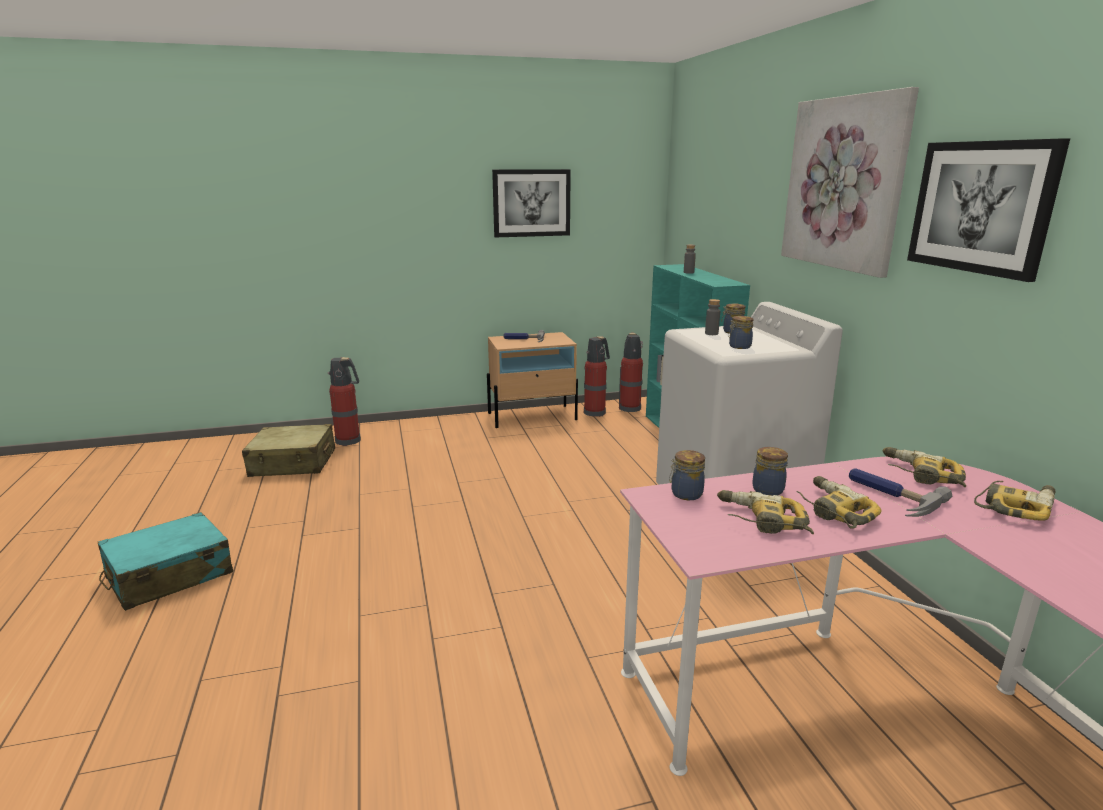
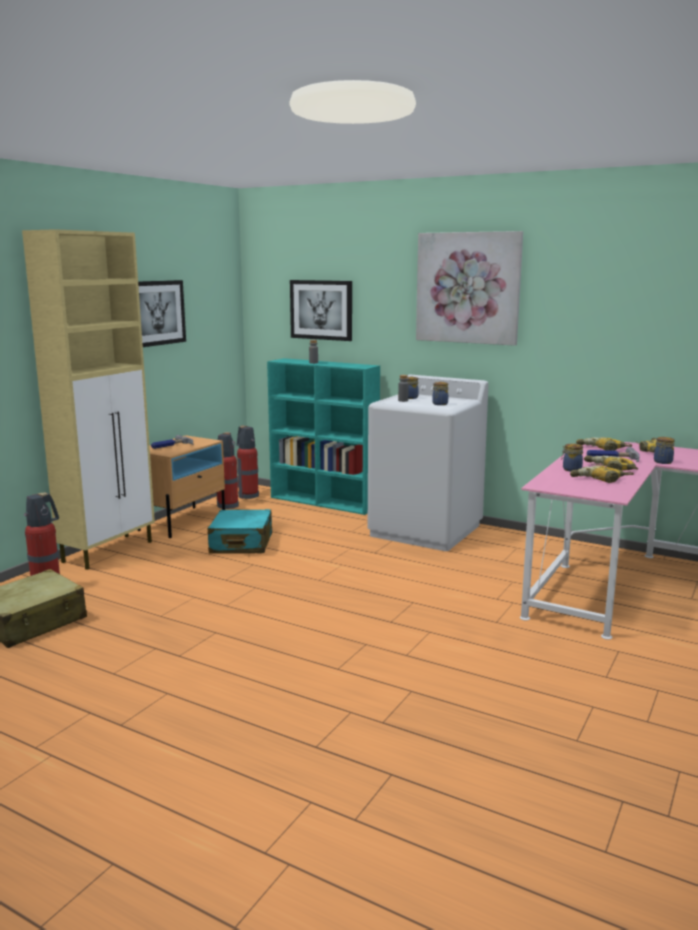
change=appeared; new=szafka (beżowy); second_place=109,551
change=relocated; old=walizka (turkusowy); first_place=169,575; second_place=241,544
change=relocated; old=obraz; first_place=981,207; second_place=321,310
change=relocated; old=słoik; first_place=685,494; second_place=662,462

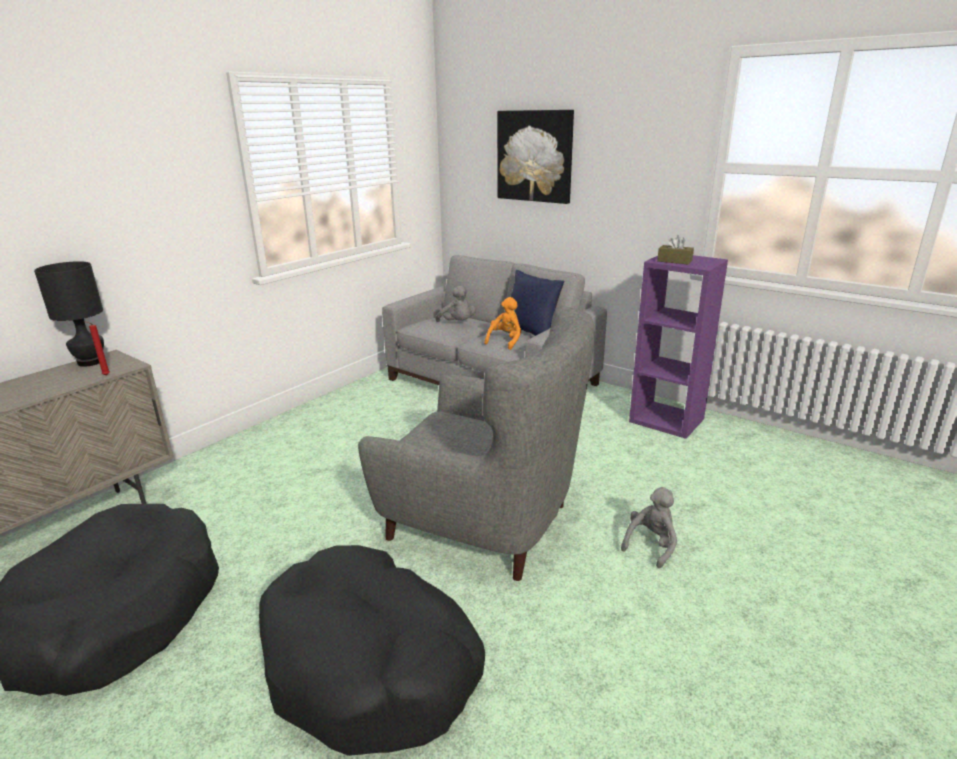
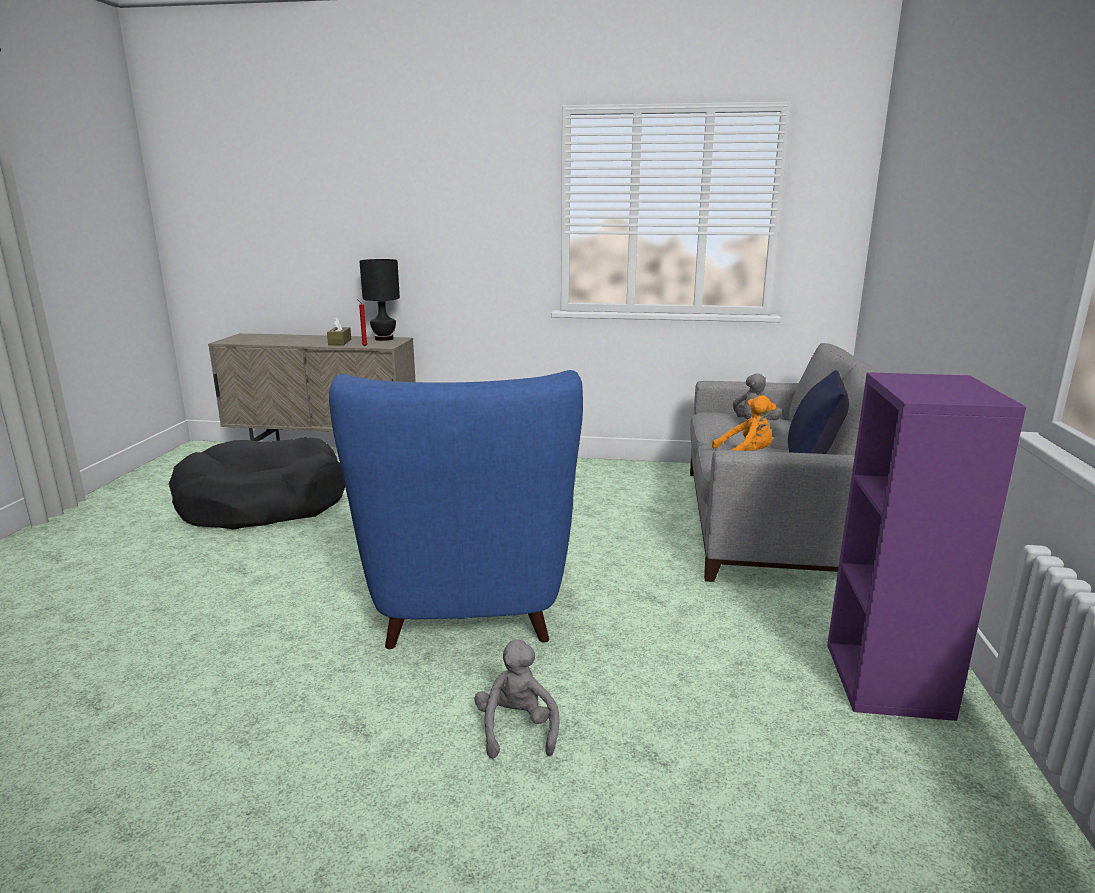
change=relocated; old=pudełko chusteczek (brązowy); first_place=674,261; second_place=340,342
change=colour; old=fotel (szary); new=fotel (niebieski); first_place=484,523; second_place=469,602
change=spun; old=pluszak (szary); first_place=651,545; second_place=517,729; degrees=-105
change=missing; old=legowisko (czarny); first_place=370,664
change=missing; old=obraz; first_place=535,156

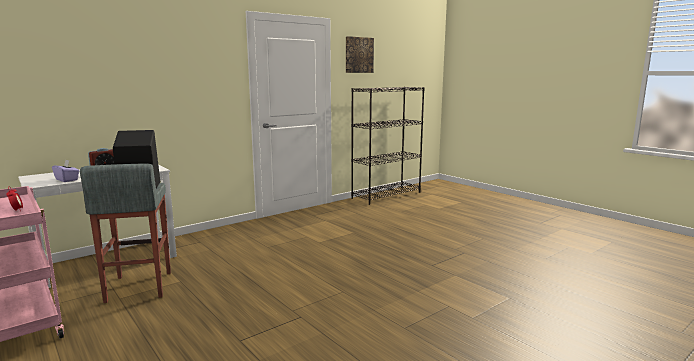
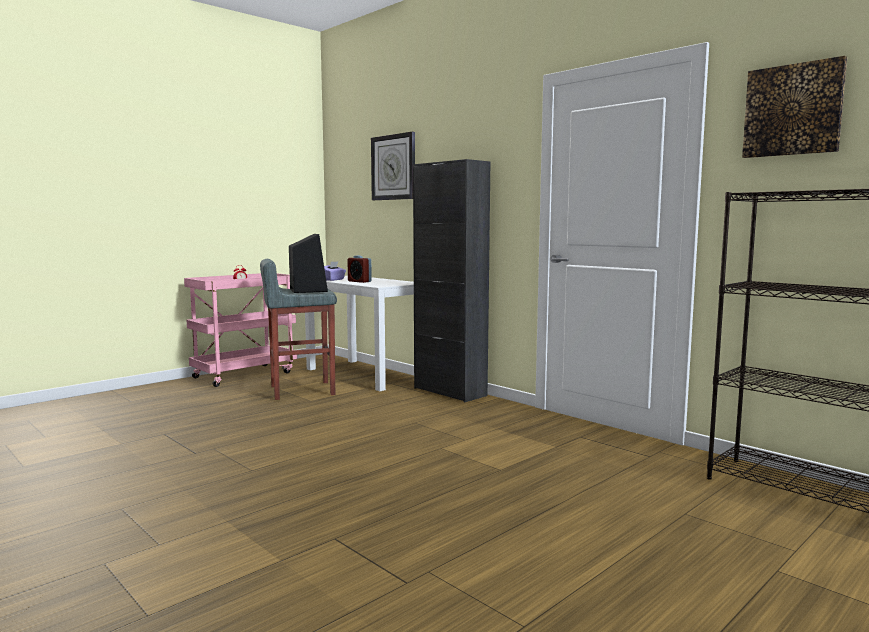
change=appeared; new=zegar ścienny; second_place=393,167
change=appeared; new=szafka (czarny); second_place=449,392

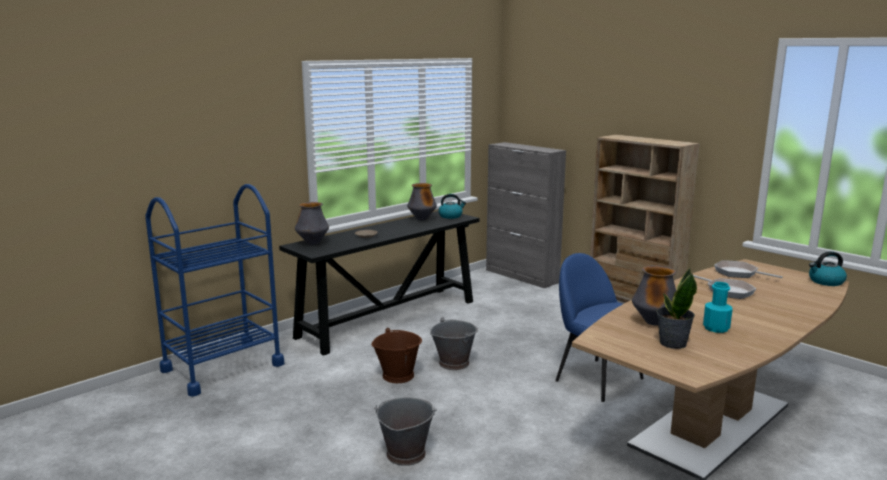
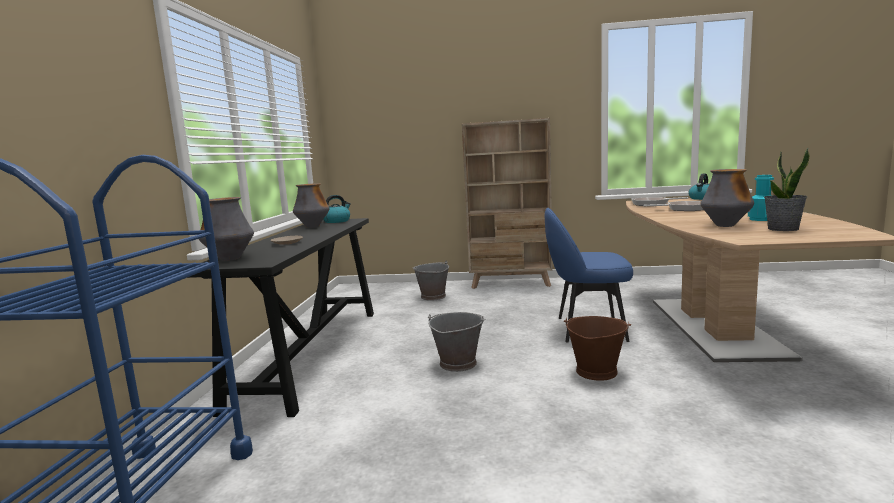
change=relocated; old=wiadro (szary); first_place=405,454; second_place=433,297
change=relocated; old=wiadro (brązowy); first_place=398,375; second_place=595,371
change=missing; old=szafka (szary); first_place=522,276

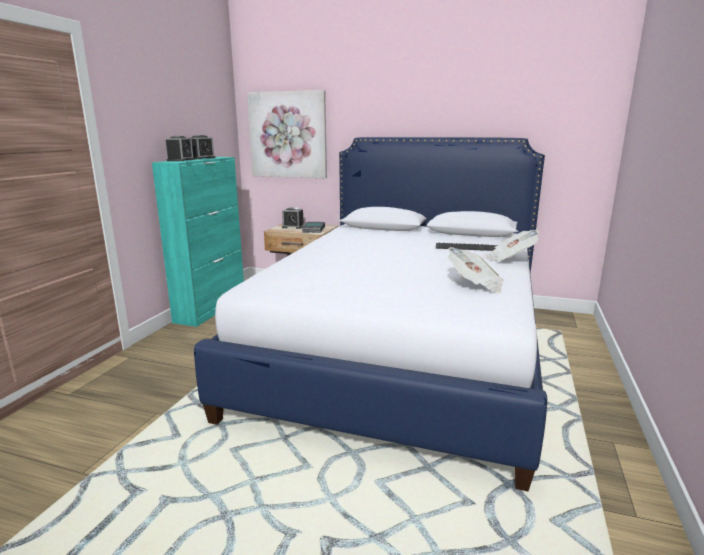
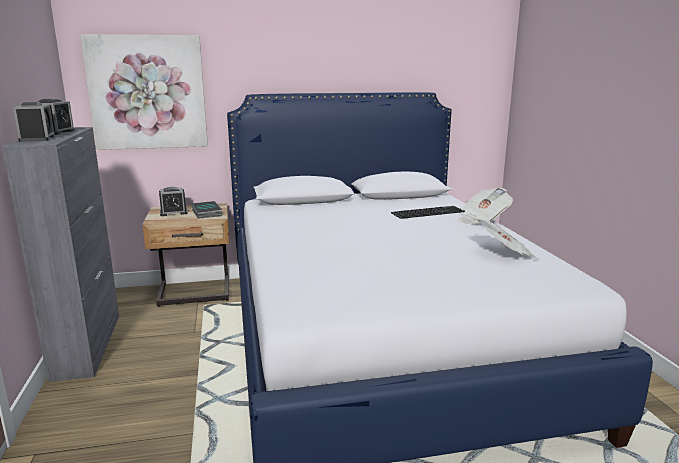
change=colour; old=szafka (turkusowy); new=szafka (szary); first_place=211,308; second_place=88,345

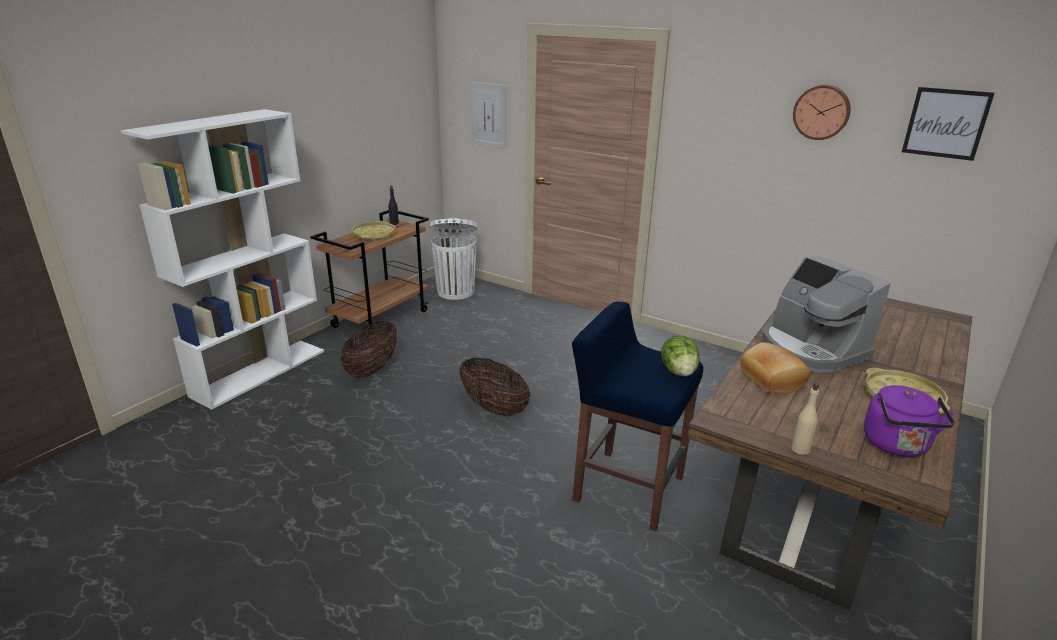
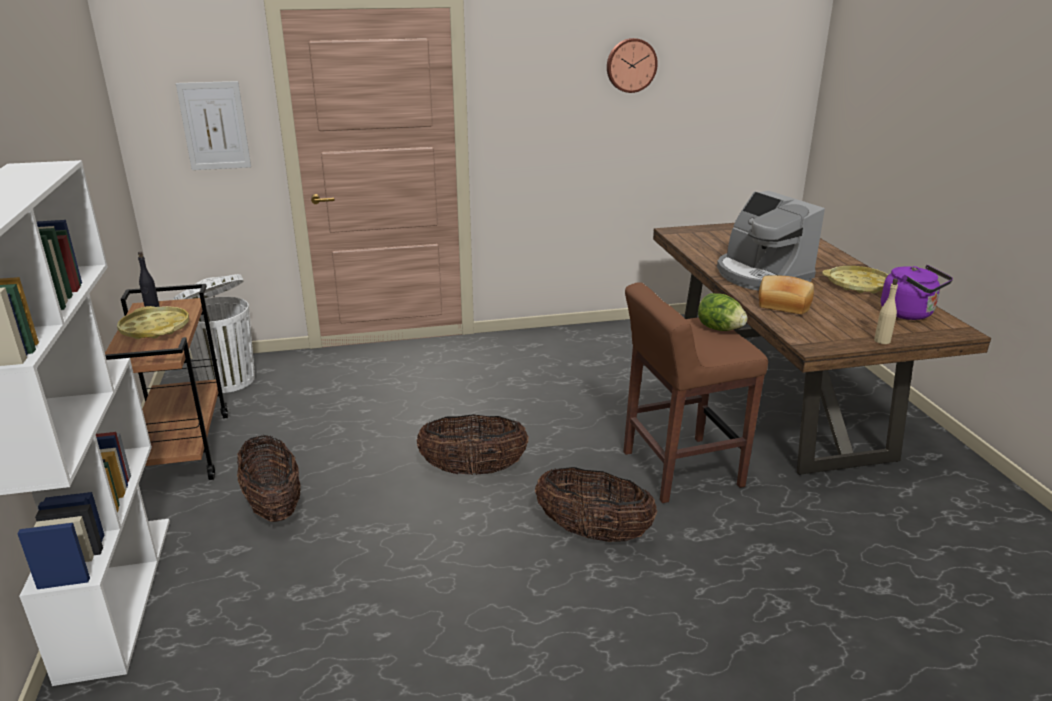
change=appeared; new=koszyk; second_place=593,532
change=colour; old=stołek (niebieski); new=stołek (brązowy); first_place=626,488; second_place=679,469
change=spun; old=ekspres do kawy; first_place=811,349; second_place=761,275; degrees=45
change=missing; old=obraz; first_place=946,123

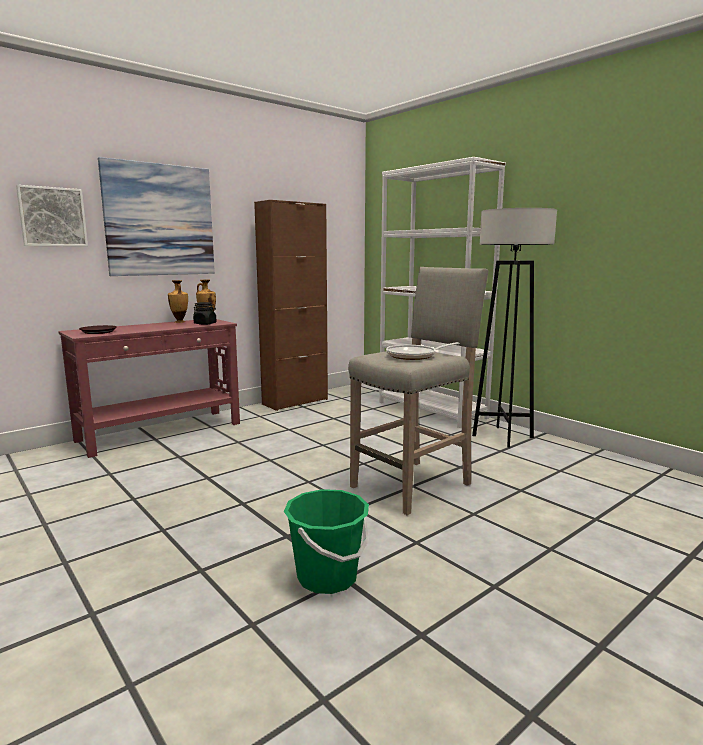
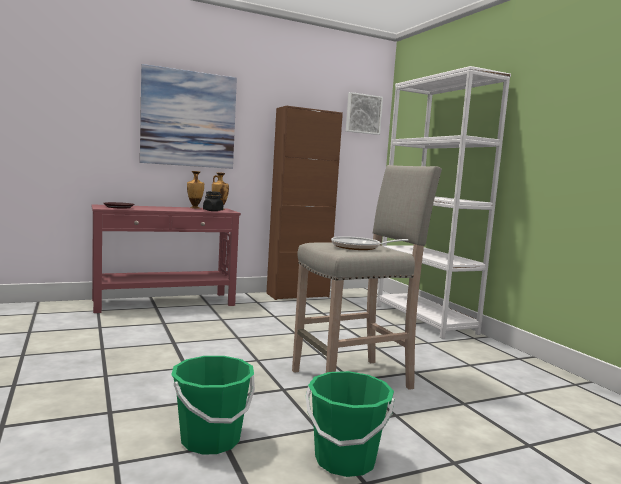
change=appeared; new=wiadro (zielony); second_place=345,460
change=relocated; old=obraz; first_place=52,217; second_place=363,114
change=missing; old=lampa stojąca (czarny); first_place=502,436

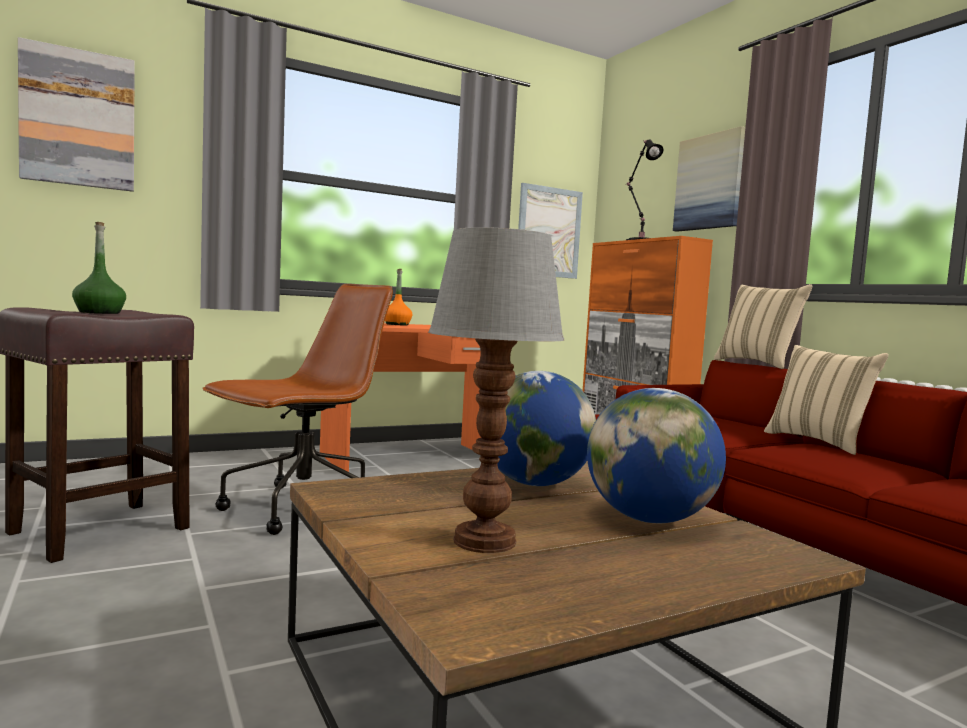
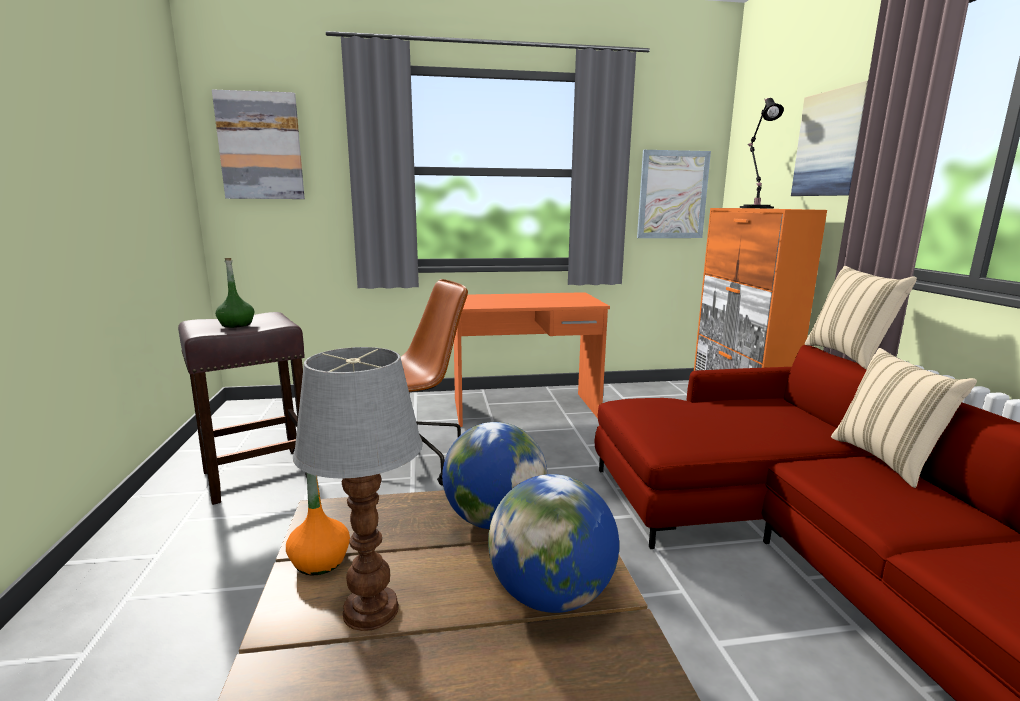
change=relocated; old=butelka (pomarańczowy); first_place=397,324; second_place=319,561

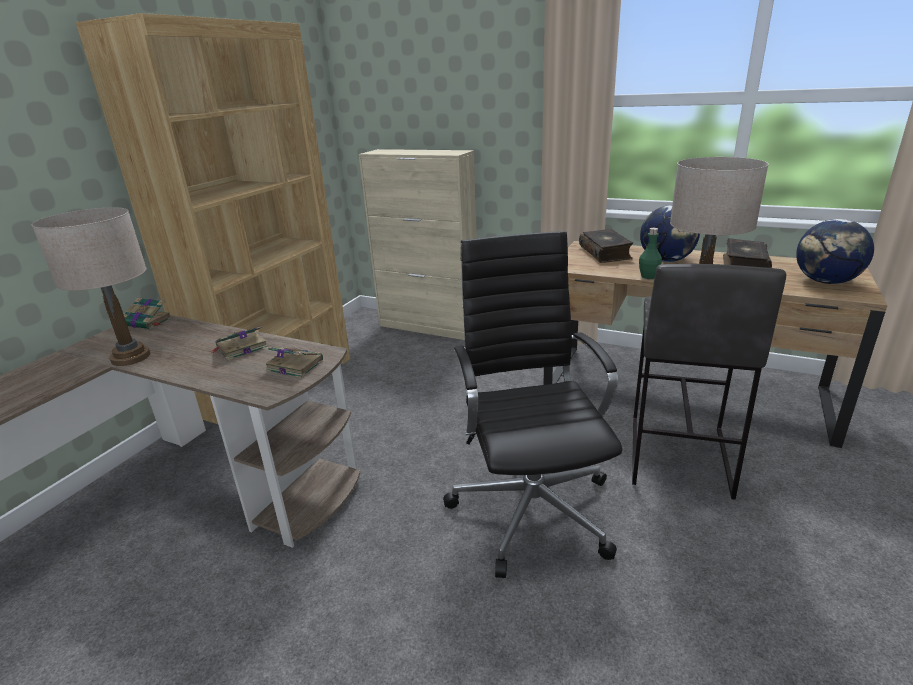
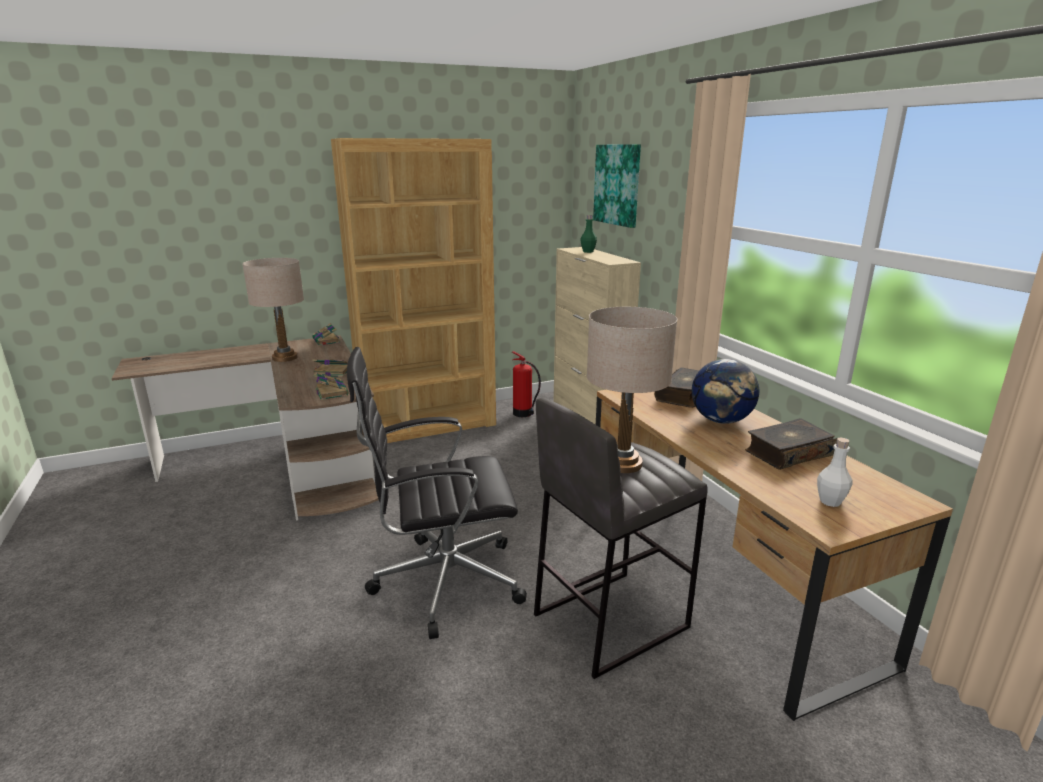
change=spun; old=krzesło biurowe (czarny); first_place=532,506; second_place=443,581; degrees=-135
change=appeared; new=gaśnica; second_place=523,414
change=relocated; old=butelka (zielony); first_place=648,276; second_place=588,251
change=appeared; new=obraz; second_place=617,185
change=exchanged; old=globus; new=butelka (biały); first_place=826,282; second_place=830,501

